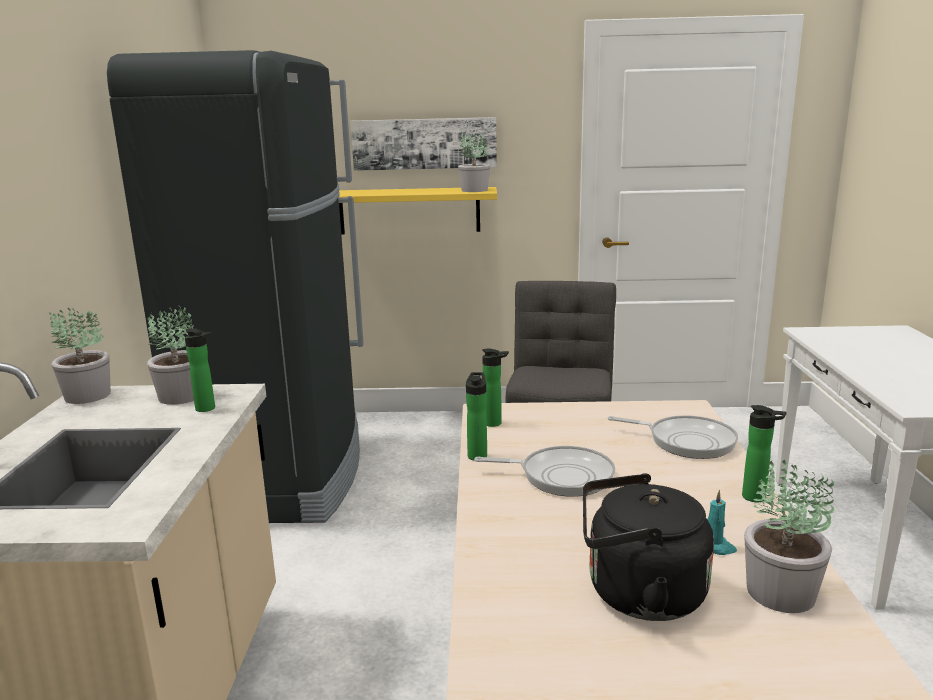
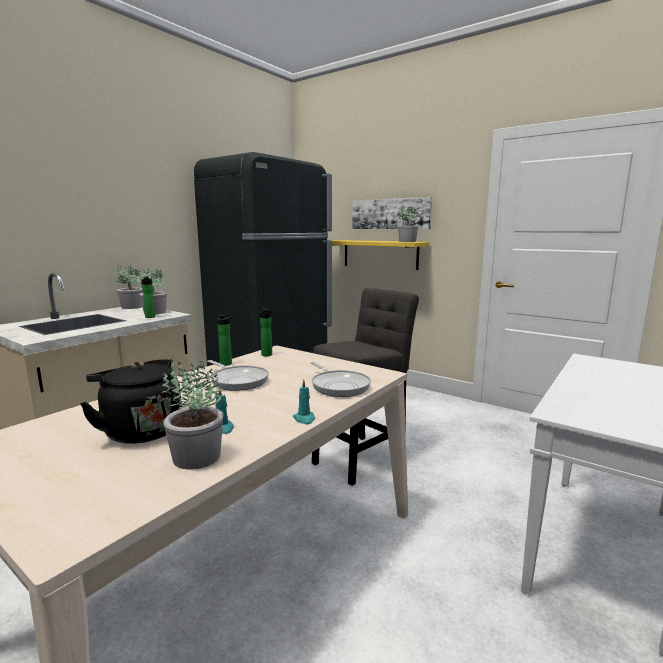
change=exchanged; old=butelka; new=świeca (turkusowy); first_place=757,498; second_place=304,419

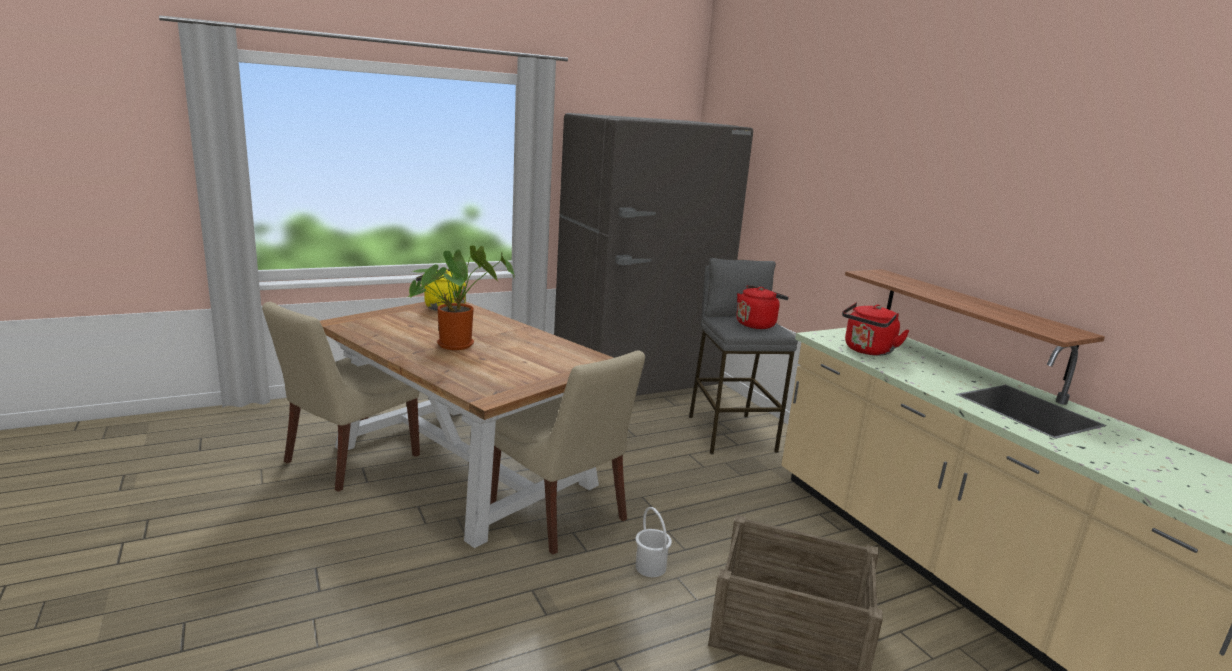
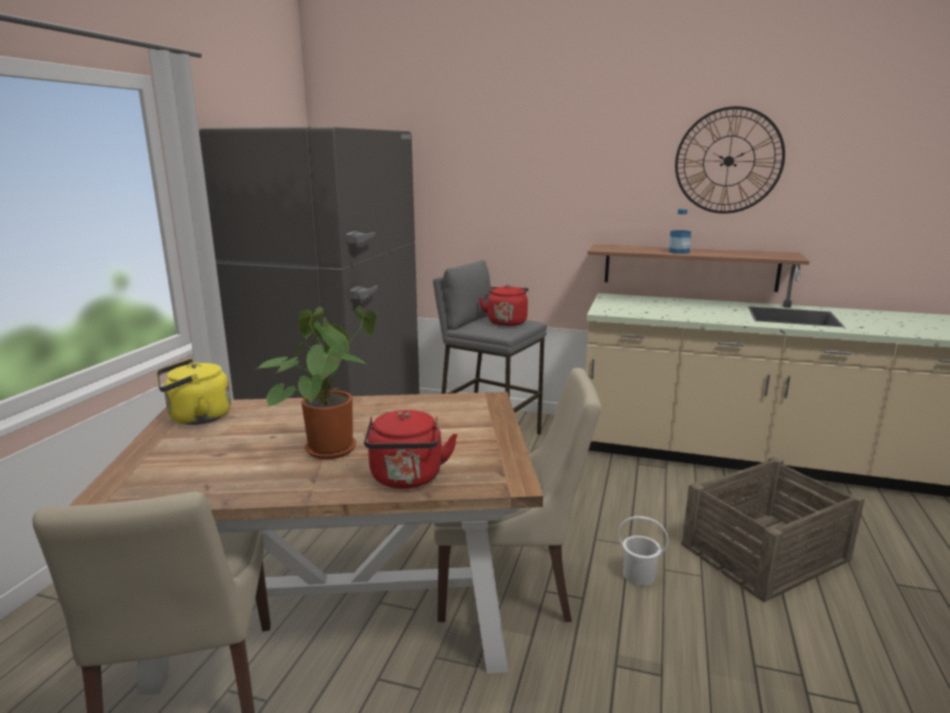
change=relocated; old=czajnik (czerwony); first_place=867,351; second_place=407,479
change=appeared; new=butelka; second_place=679,252
change=appeared; new=zegar ścienny; second_place=728,161

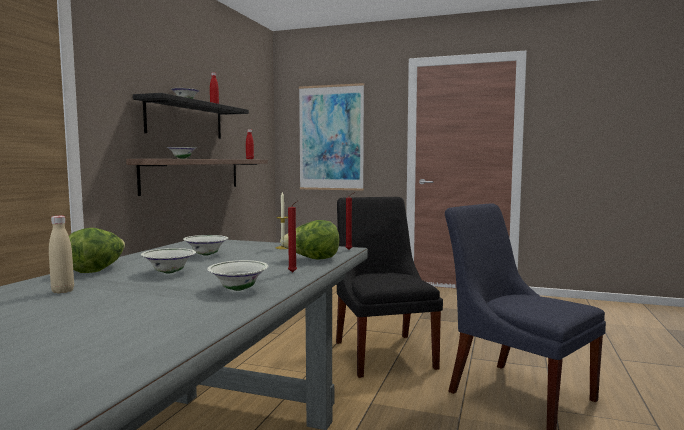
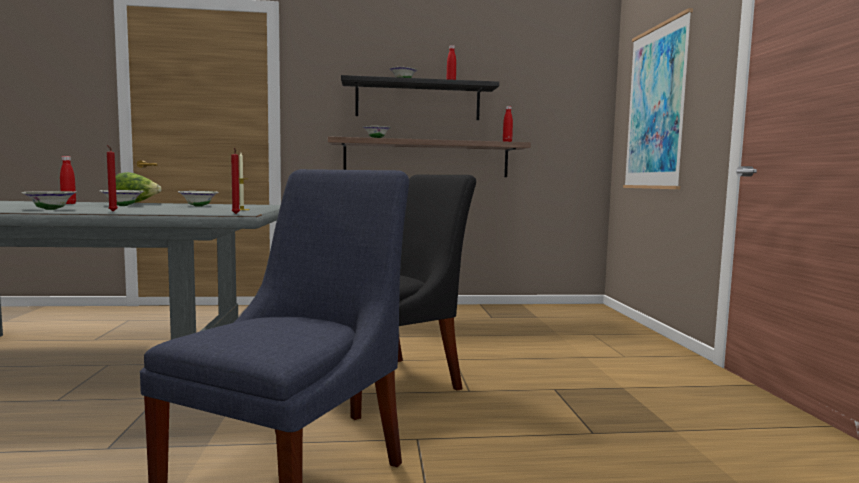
change=colour; old=butelka (beżowy); new=butelka (czerwony); first_place=63,291; second_place=68,203
change=missing; old=sałata; first_place=312,259

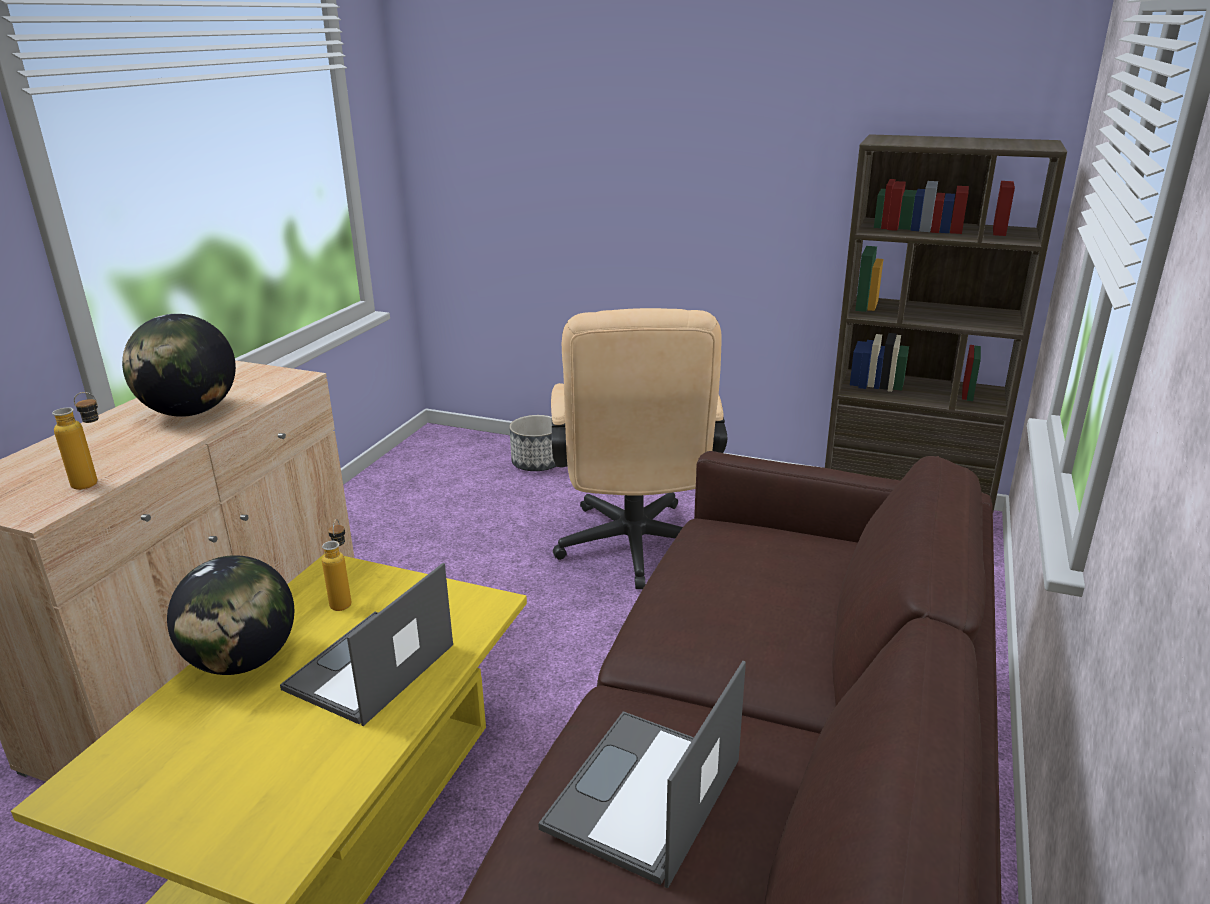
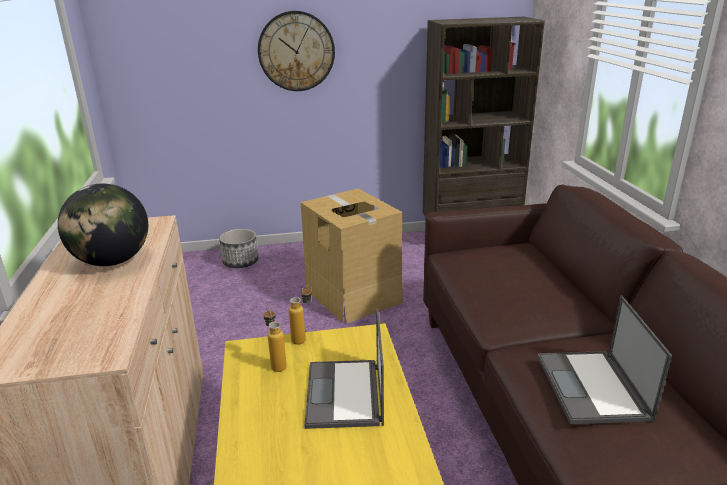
change=appeared; new=zegar ścienny; second_place=296,51
change=relocated; old=butelka; first_place=95,484; second_place=303,338
change=exchanged; old=krzesło biurowe (beżowy); new=karton; first_place=634,551; second_place=352,295
change=missing; old=globus; first_place=242,661

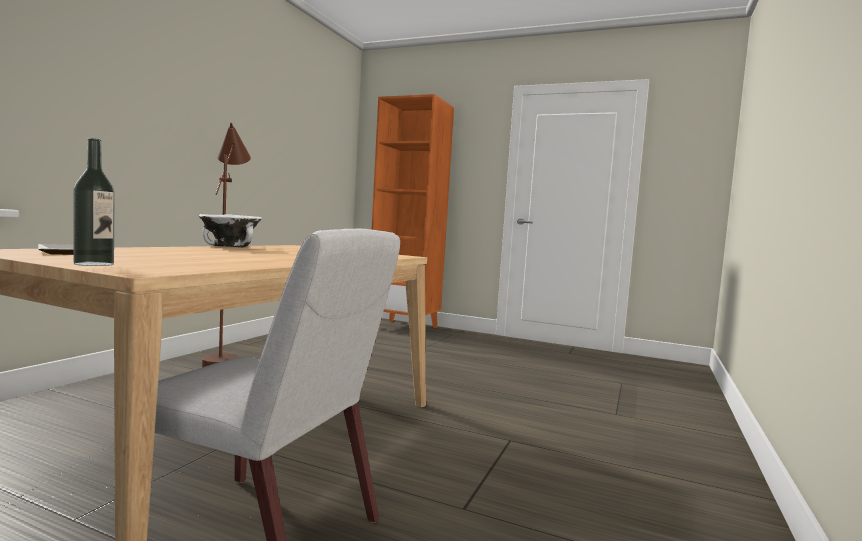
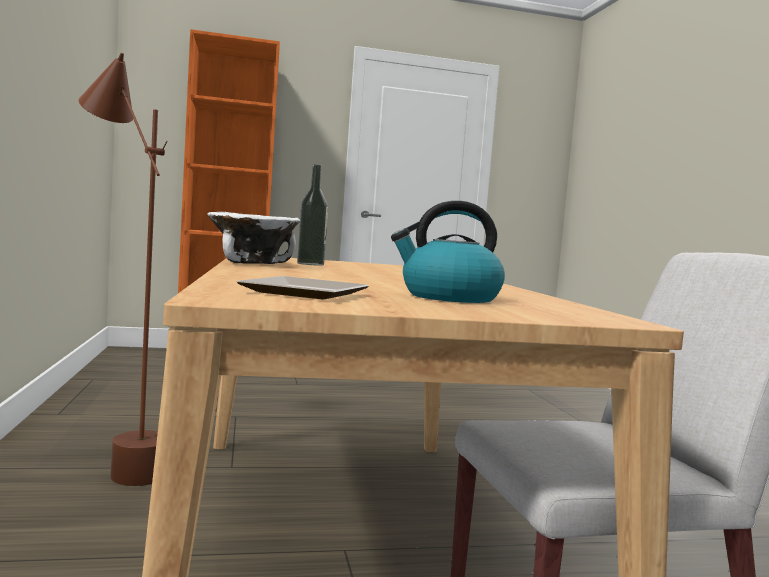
change=relocated; old=butelka; first_place=94,264; second_place=310,264
change=appeared; new=czajnik; second_place=448,297

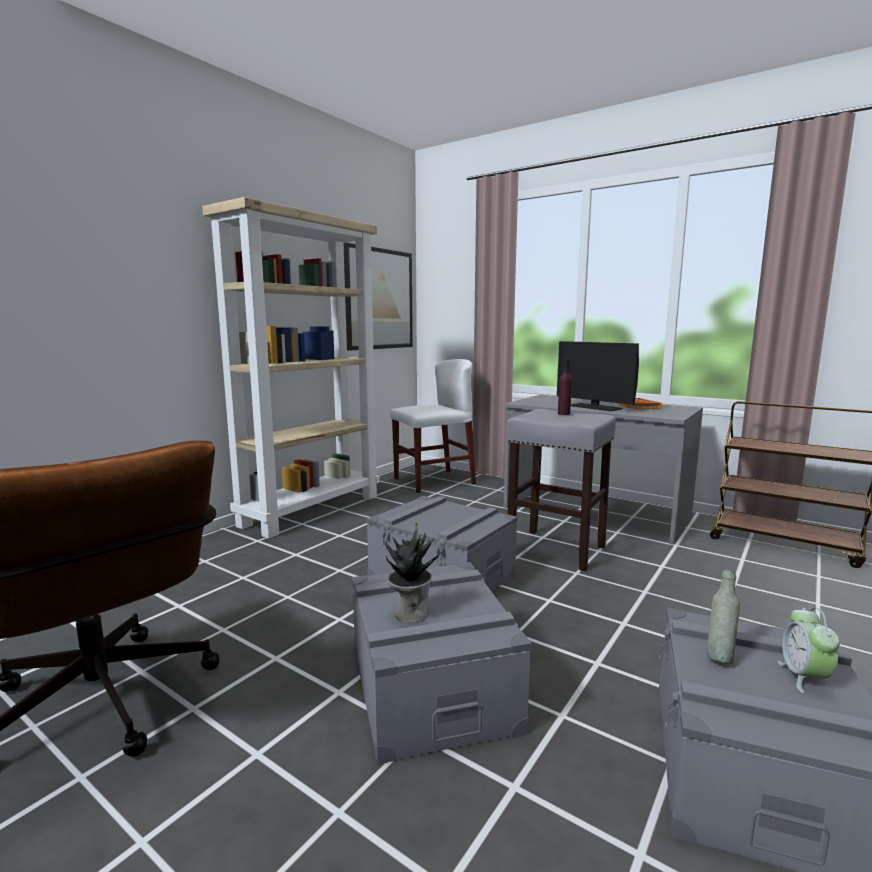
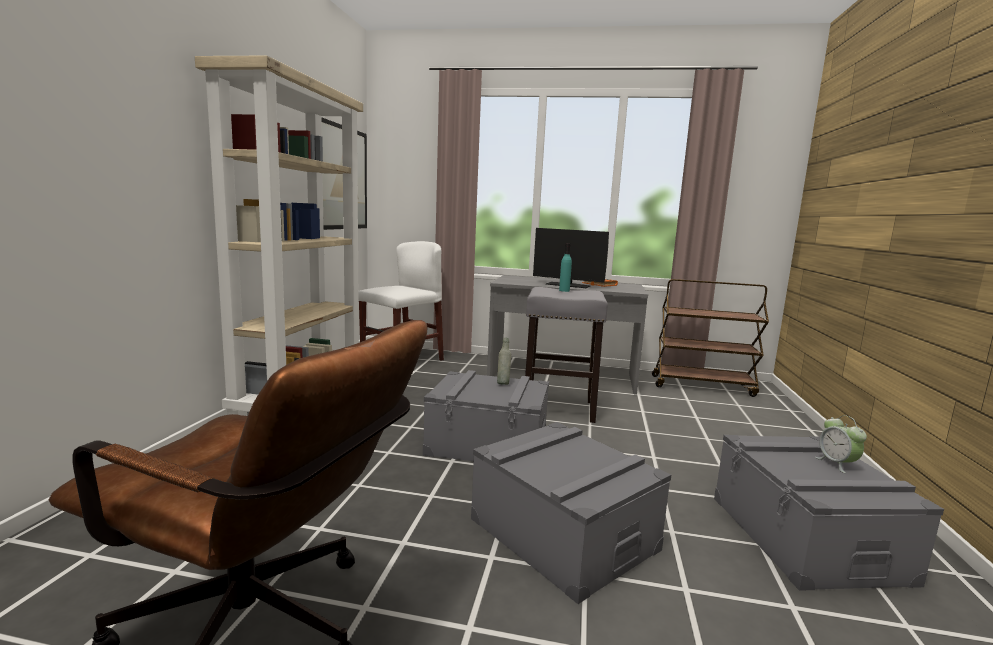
change=relocated; old=butelka (szary); first_place=719,657; second_place=503,383
change=colour; old=butelka (fioletowy); new=butelka (turkusowy); first_place=563,413; second_place=564,290
change=missing; old=roślina doniczkowa; first_place=409,614

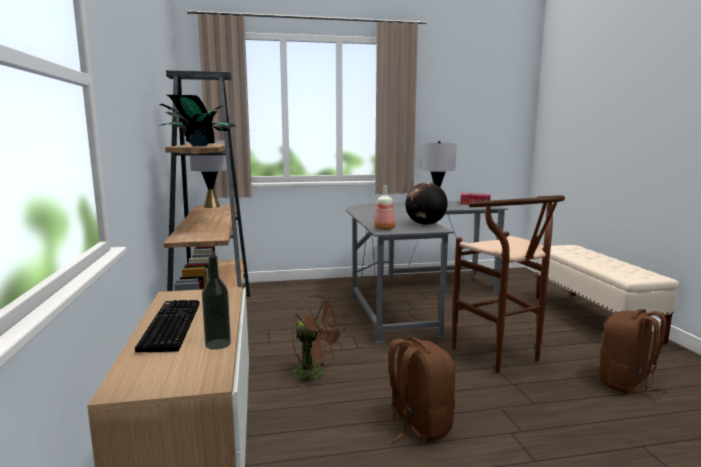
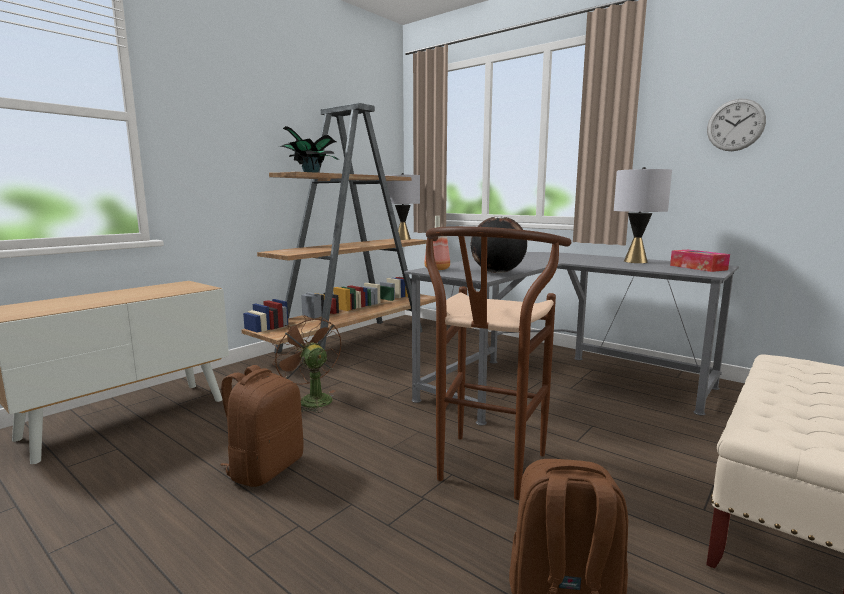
change=spun; old=wentylator (brązowy); first_place=315,375; second_place=311,399; degrees=150
change=appeared; new=zegar ścienny; second_place=735,125
change=missing; old=klawiatura; first_place=169,325
change=missing; old=butelka; first_place=218,344

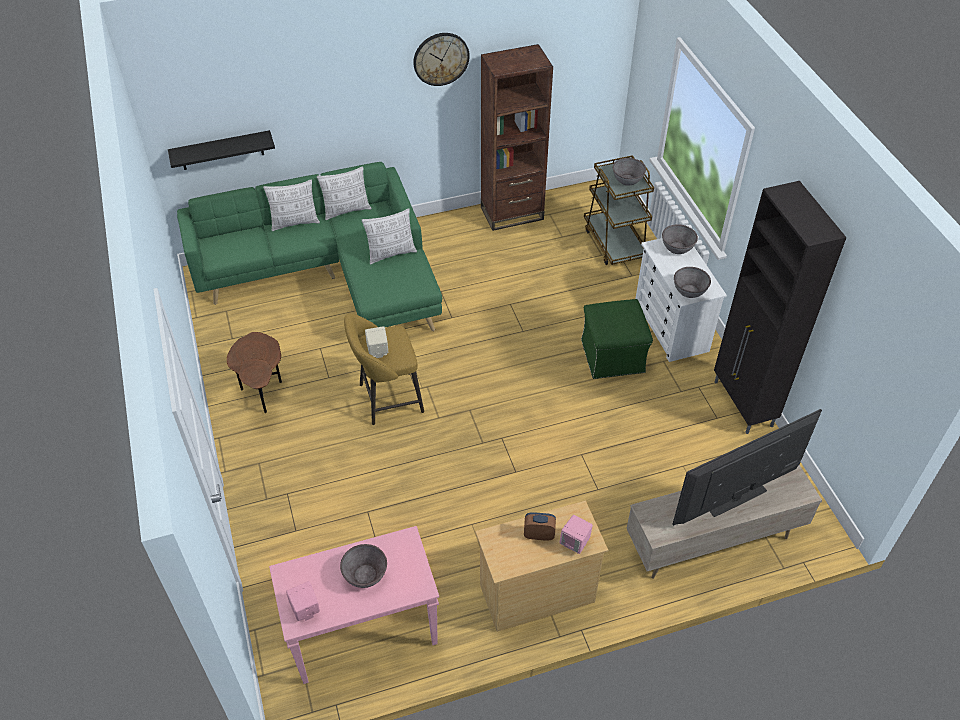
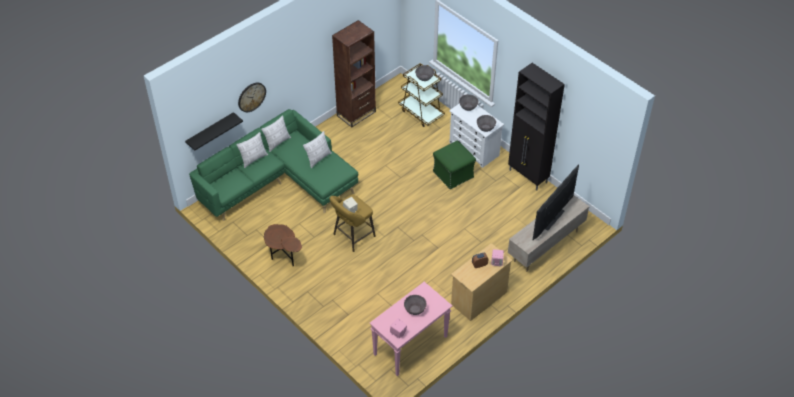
change=relocated; old=zegar ścienny; first_place=441,59; second_place=251,97

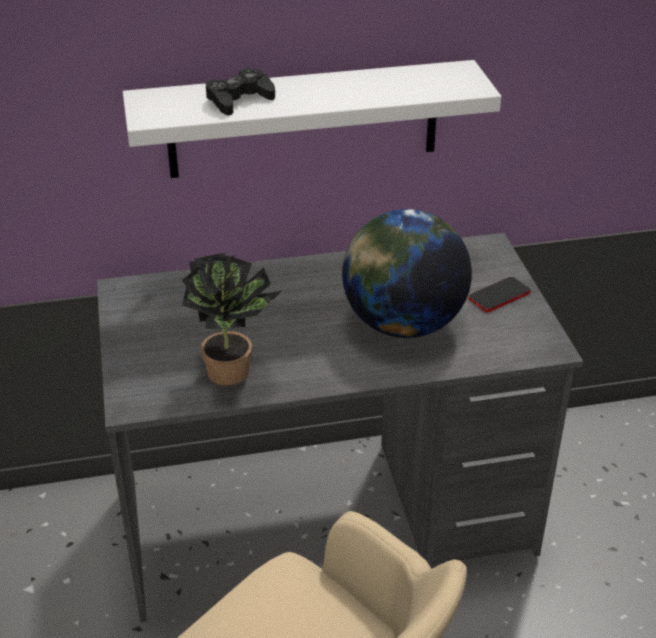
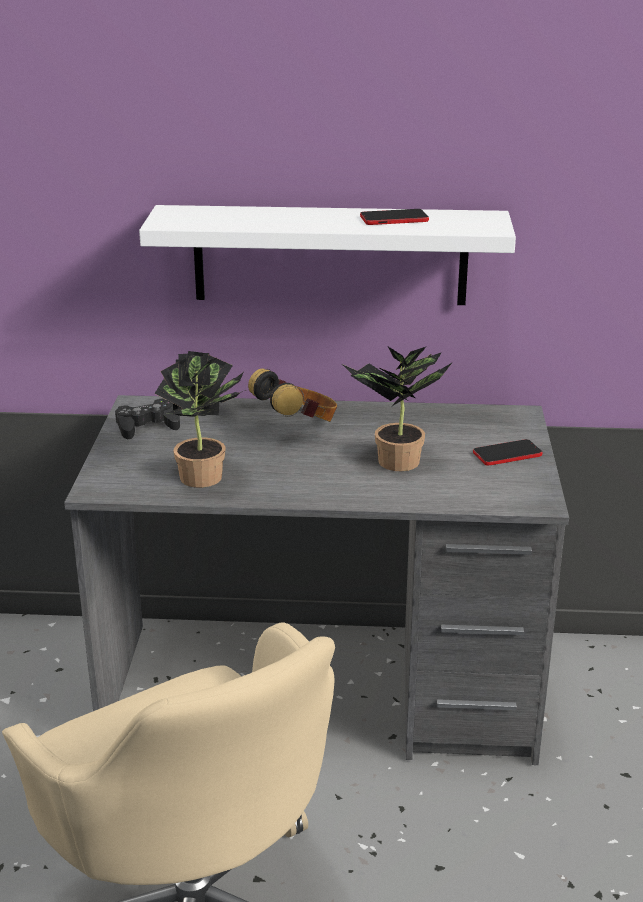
change=relocated; old=pad do gier (czarny); first_place=239,99; second_place=147,426
change=appeared; new=słuchawki; second_place=297,425
change=exchanged; old=globus; new=roślina doniczkowa; first_place=402,324; second_place=394,463
change=appeared; new=telefon; second_place=394,219

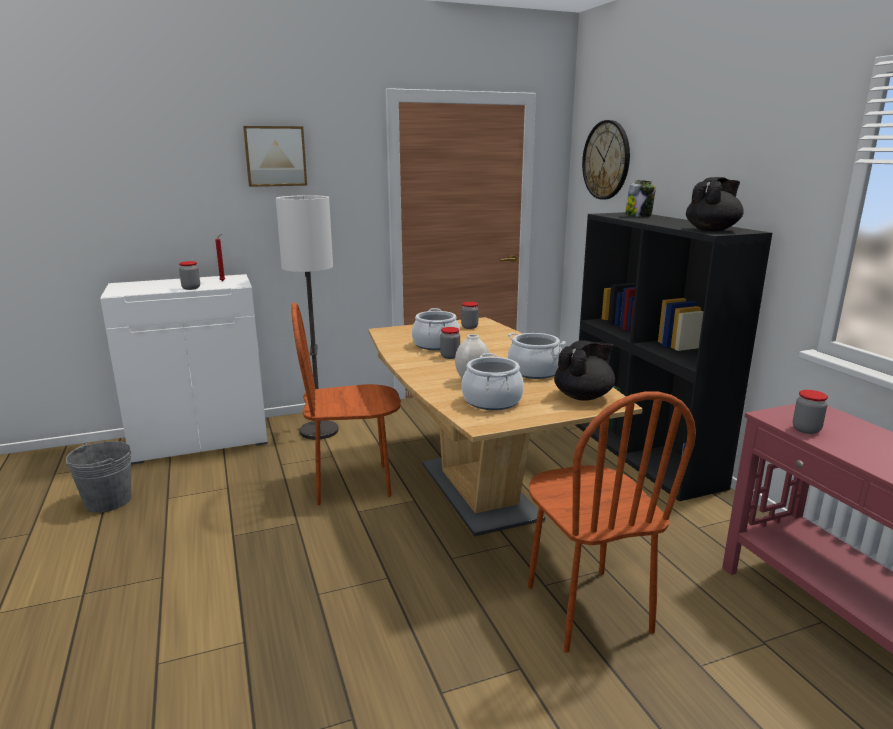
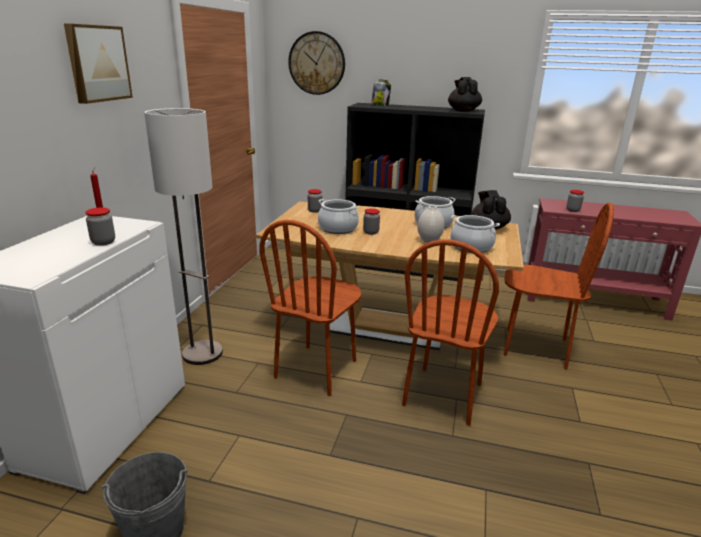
change=appeared; new=krzesło (brązowy); second_place=443,395

